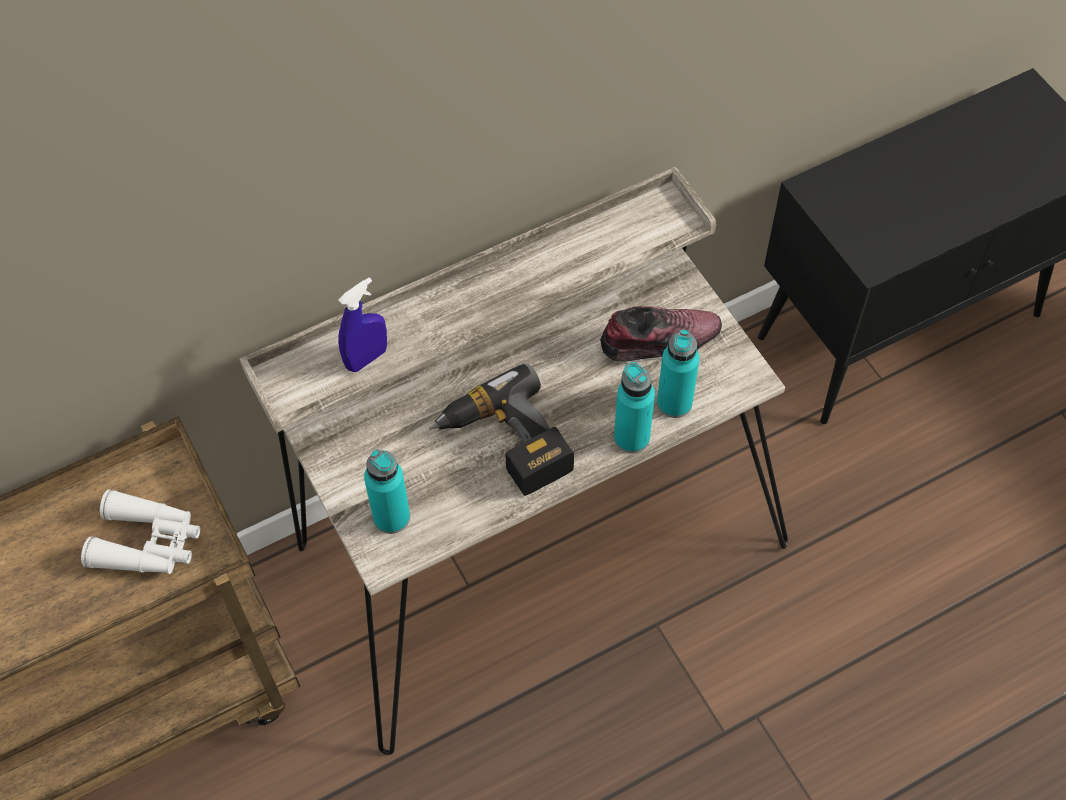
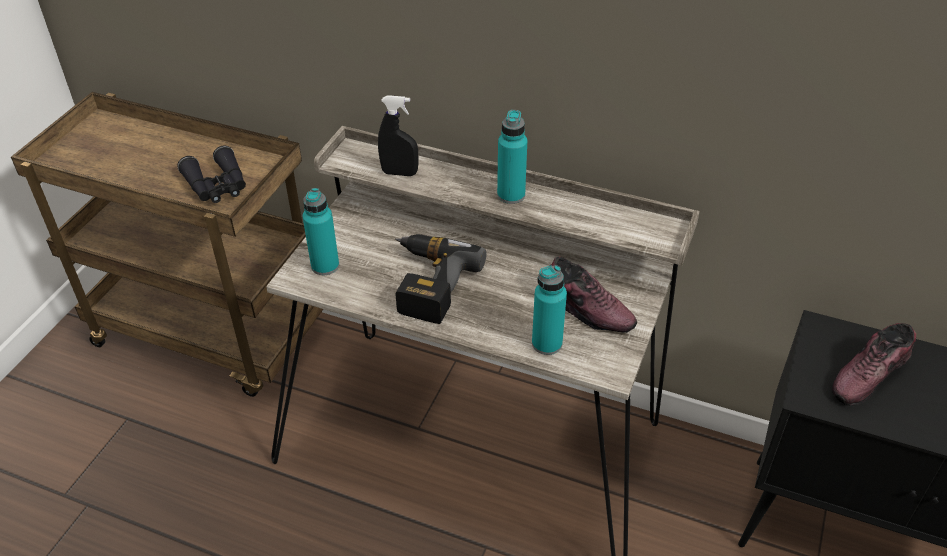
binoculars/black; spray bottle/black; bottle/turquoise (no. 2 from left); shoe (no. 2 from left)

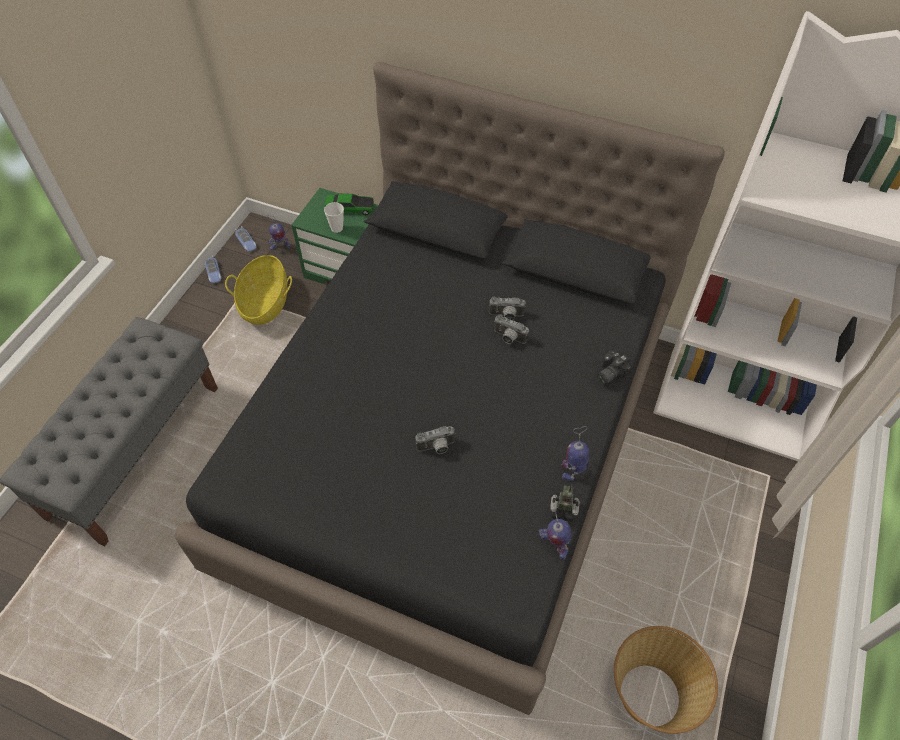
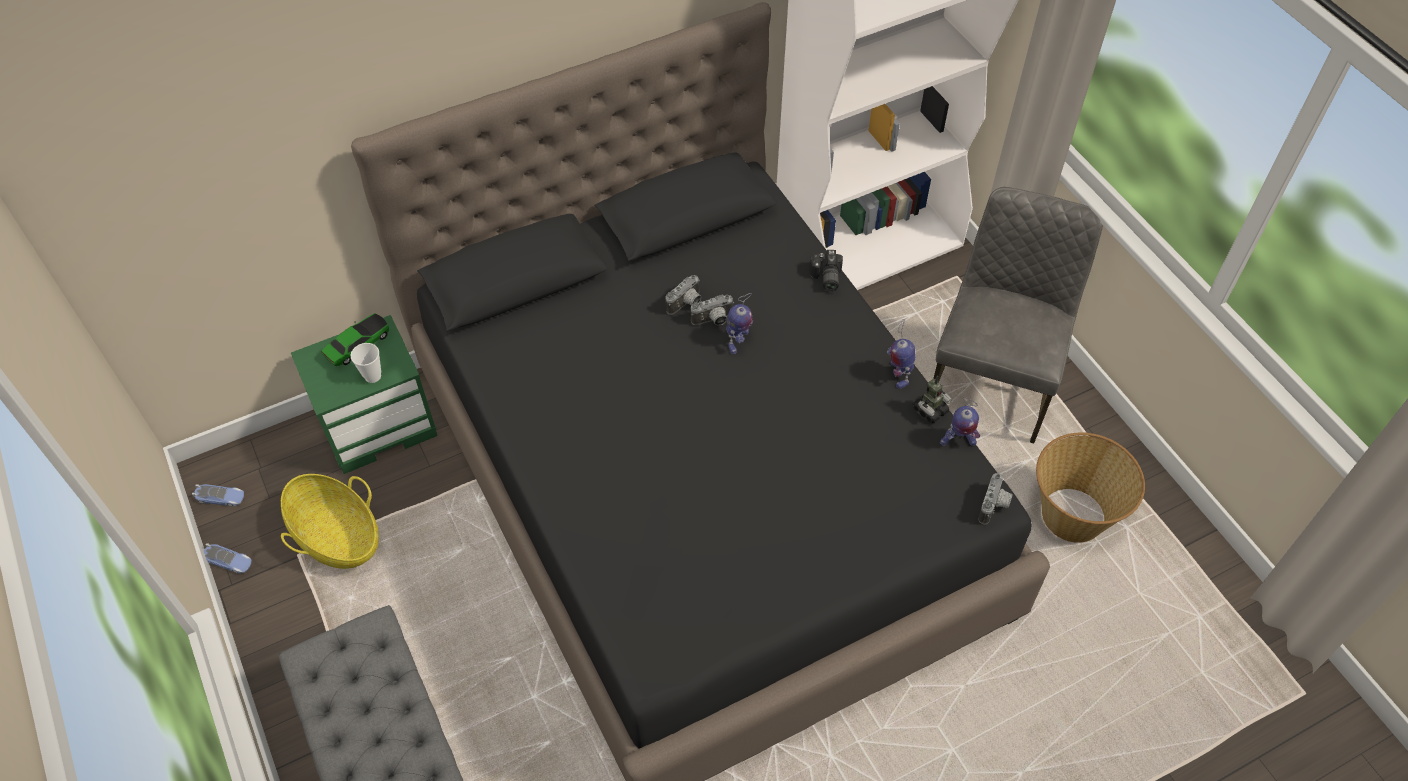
toy robot (no. 1 from left); chair/grey; photo camera (no. 4 from left)

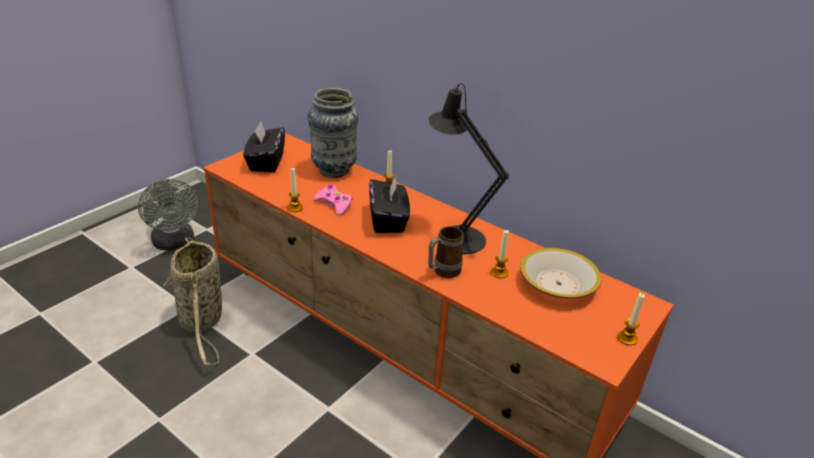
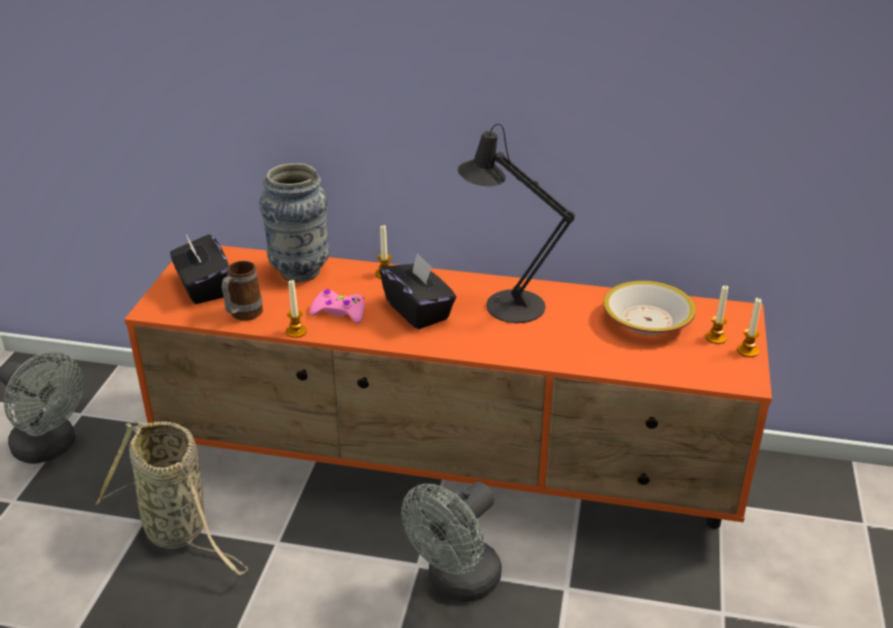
mug; fan/grey (no. 2 from left); candle (no. 3 from left)

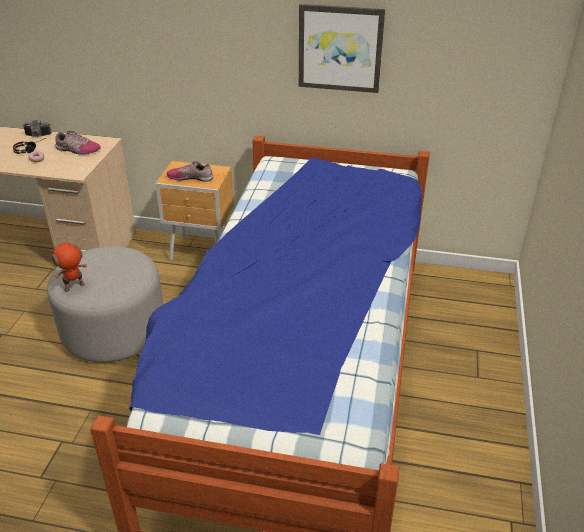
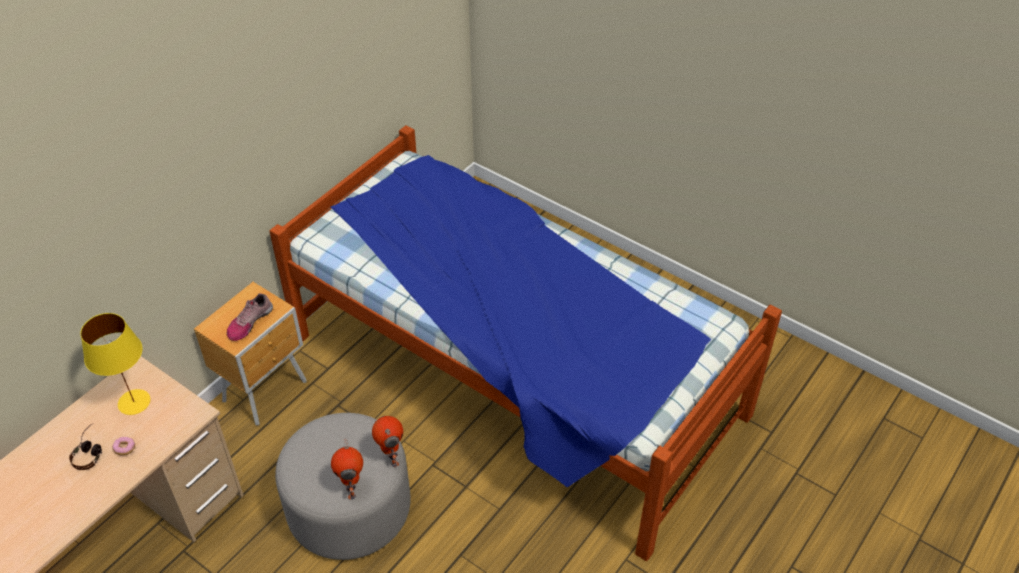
table lamp/yellow; toy robot (no. 2 from left); photo camera; picture

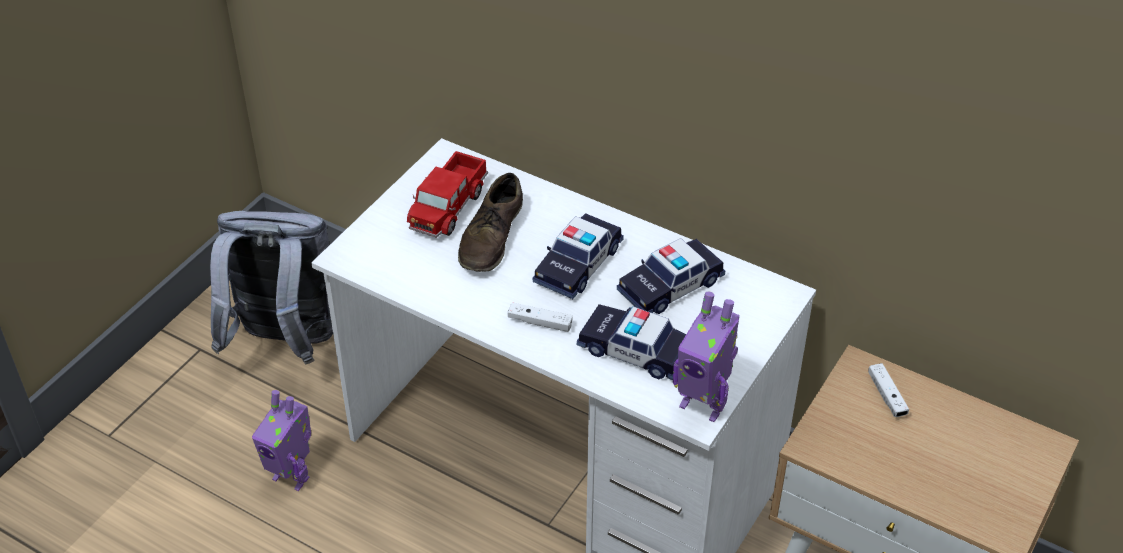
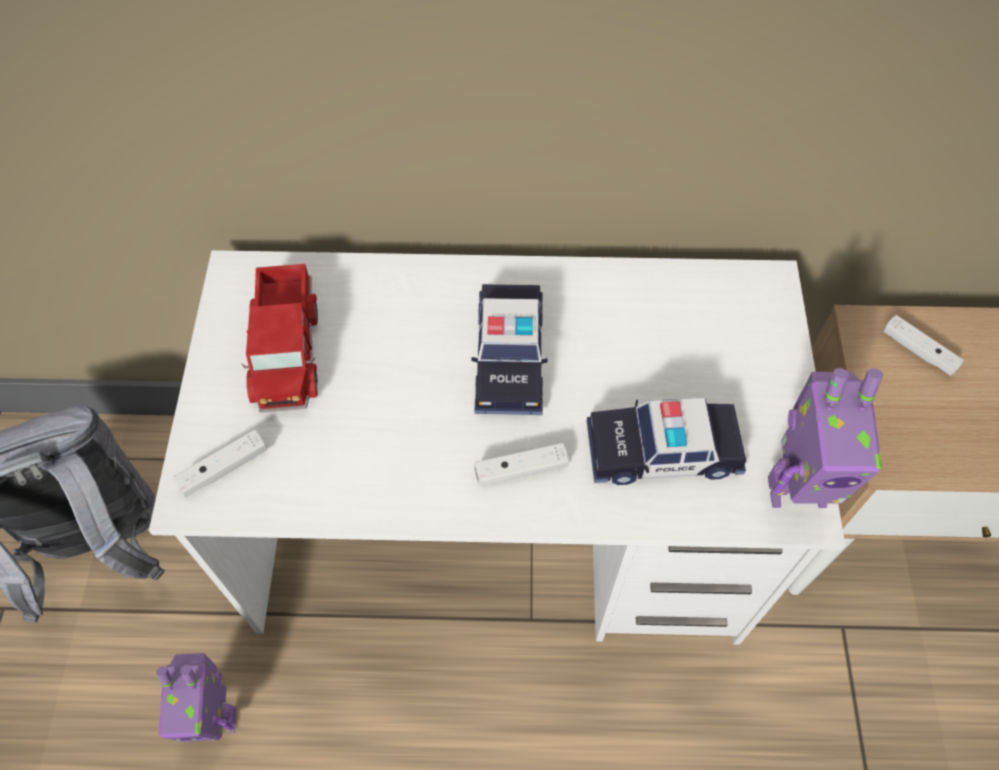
game controller/white (no. 1 from left); shoe/brown; toy car (no. 3 from left in the first image)

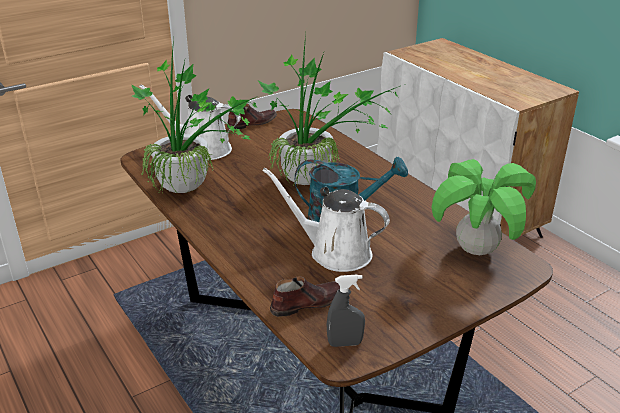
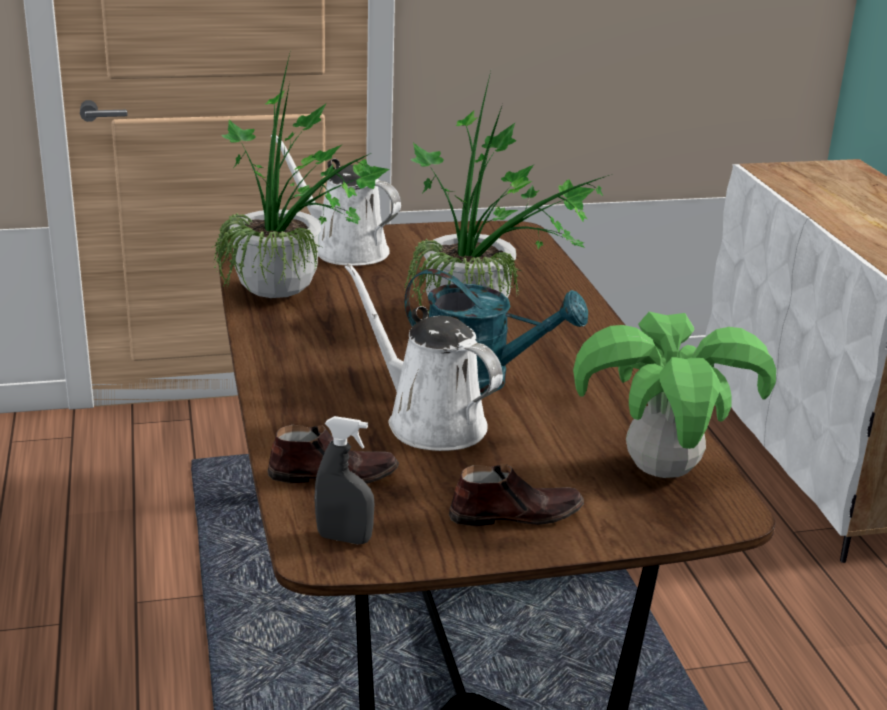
shoe/brown (no. 2 from left)

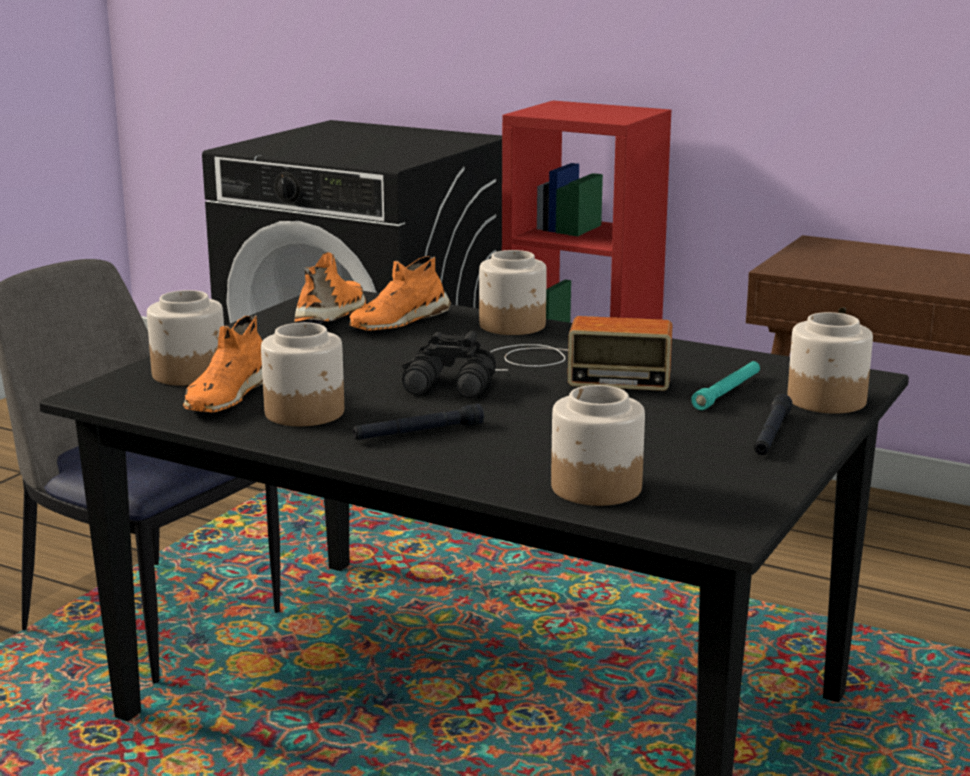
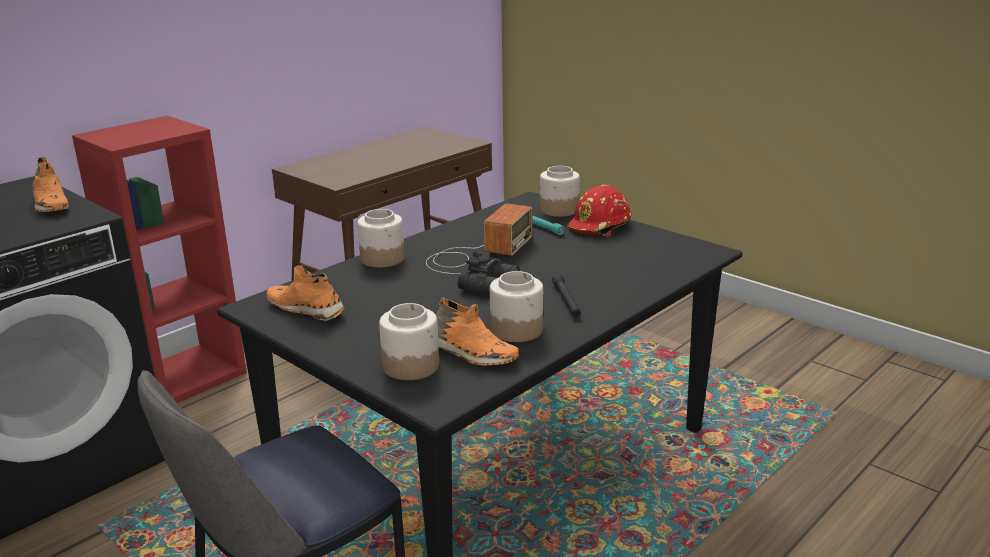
shoe/orange (no. 1 from left); hard hat/red; jar (no. 4 from left in the first image)

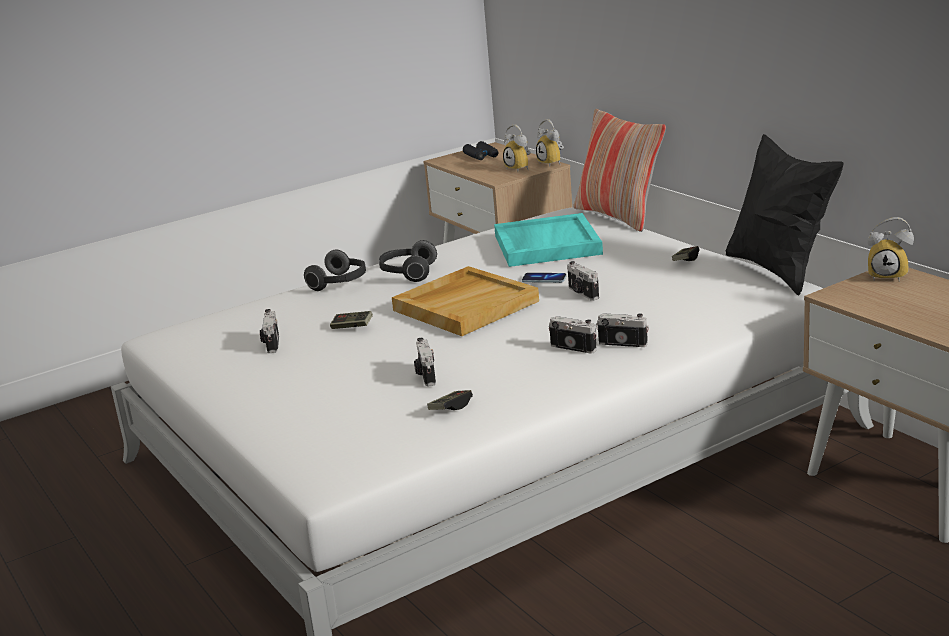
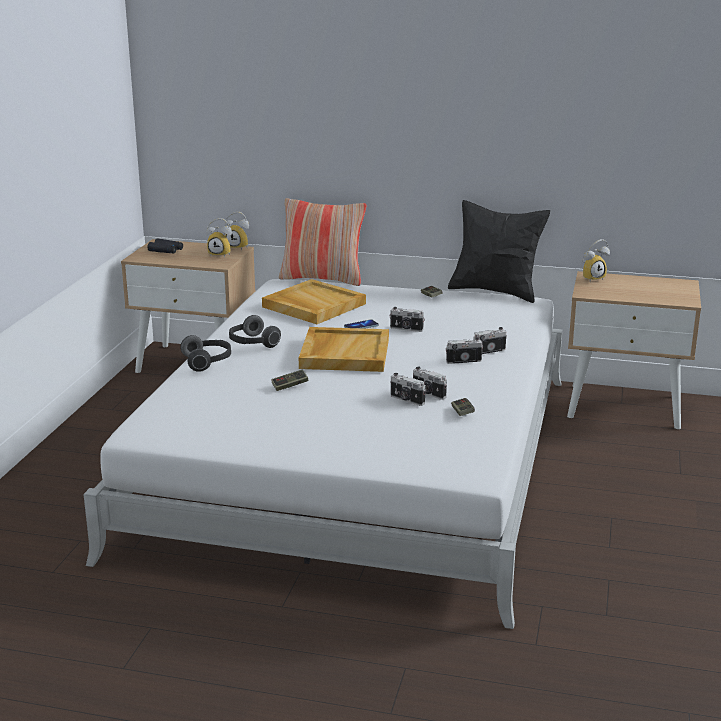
tray/beige (no. 1 from left); photo camera (no. 3 from left)

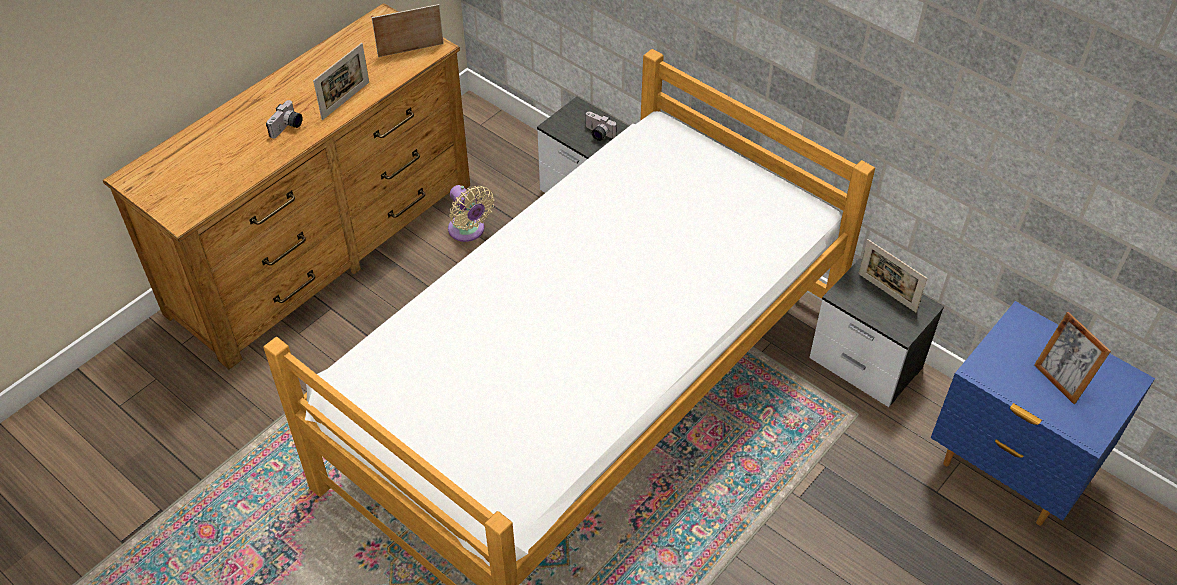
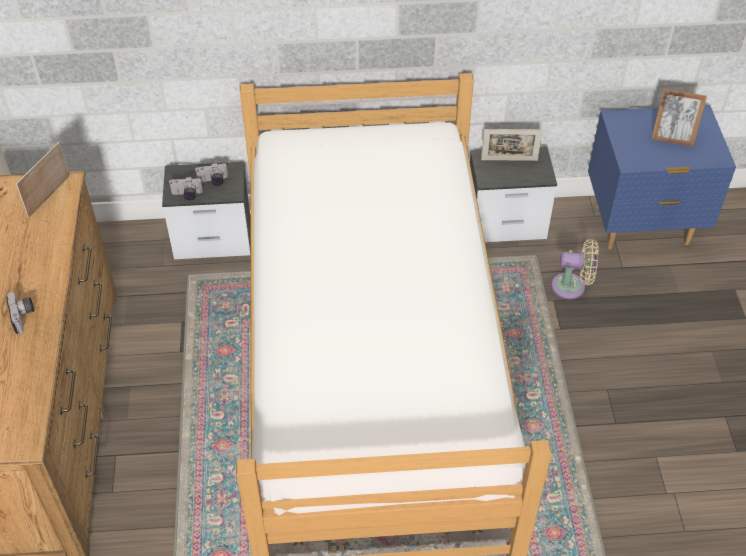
photo camera (no. 2 from left); fan/beige; picture frame (no. 1 from left in the first image)

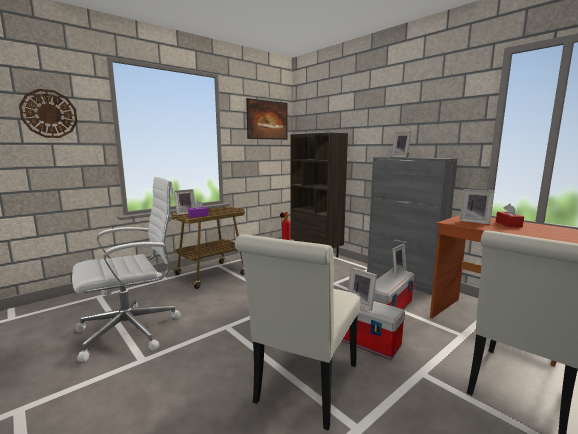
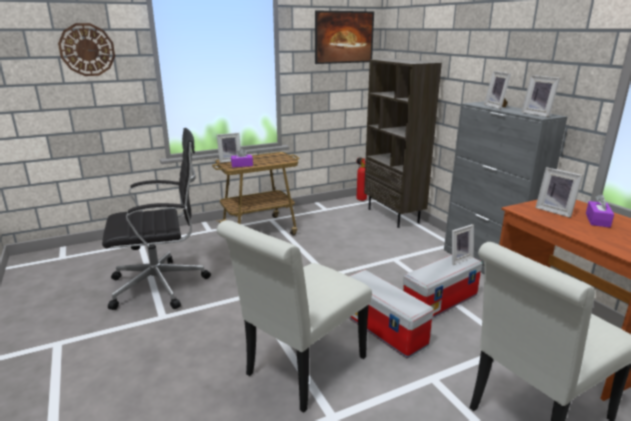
office chair/black; picture frame (no. 4 from left); tissue box/purple (no. 2 from left)

